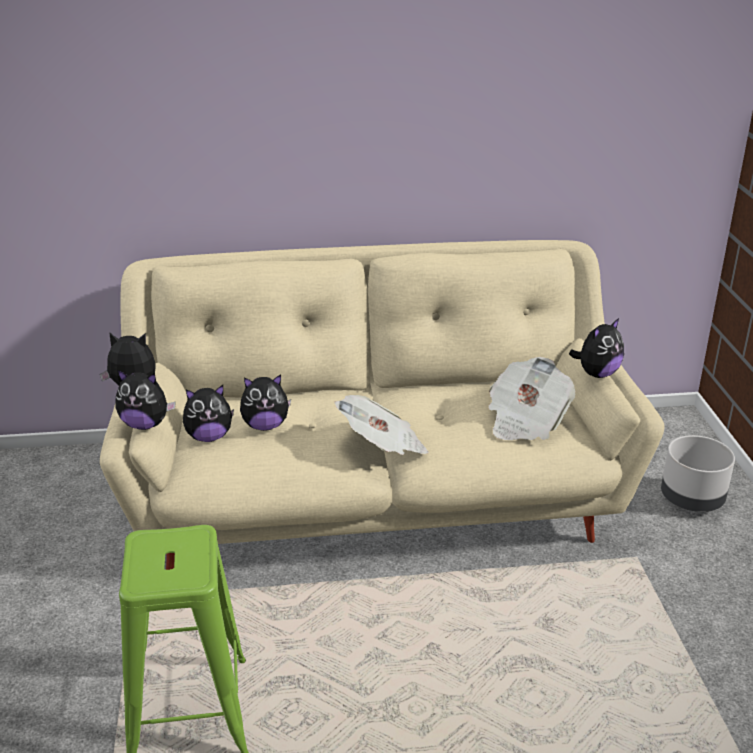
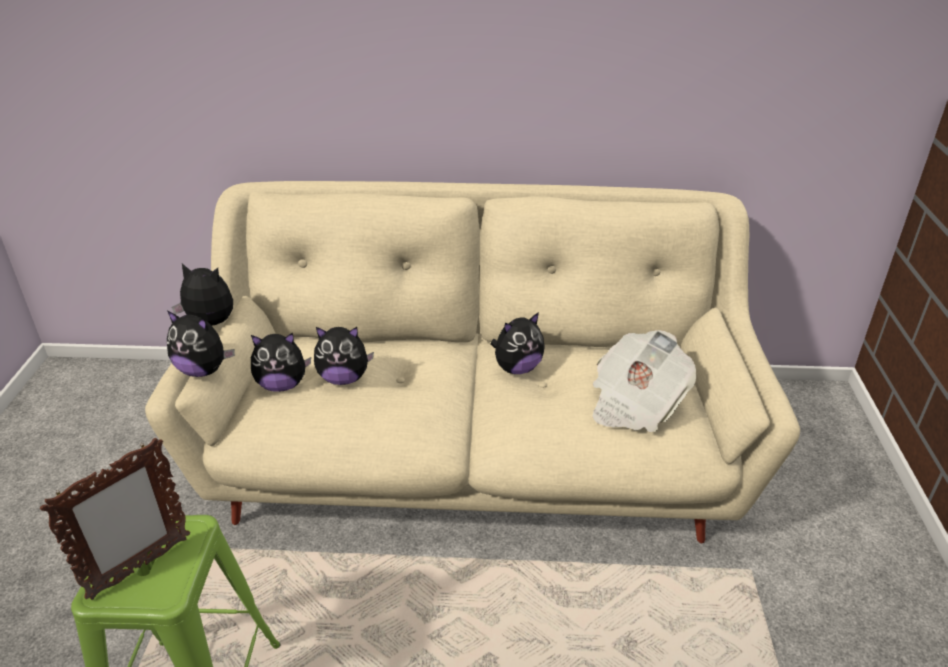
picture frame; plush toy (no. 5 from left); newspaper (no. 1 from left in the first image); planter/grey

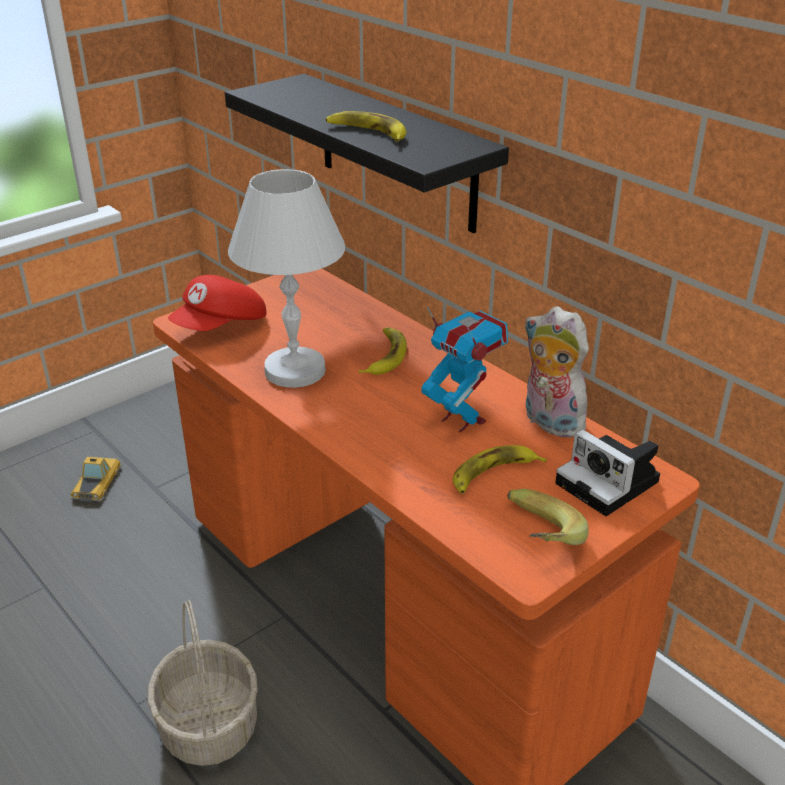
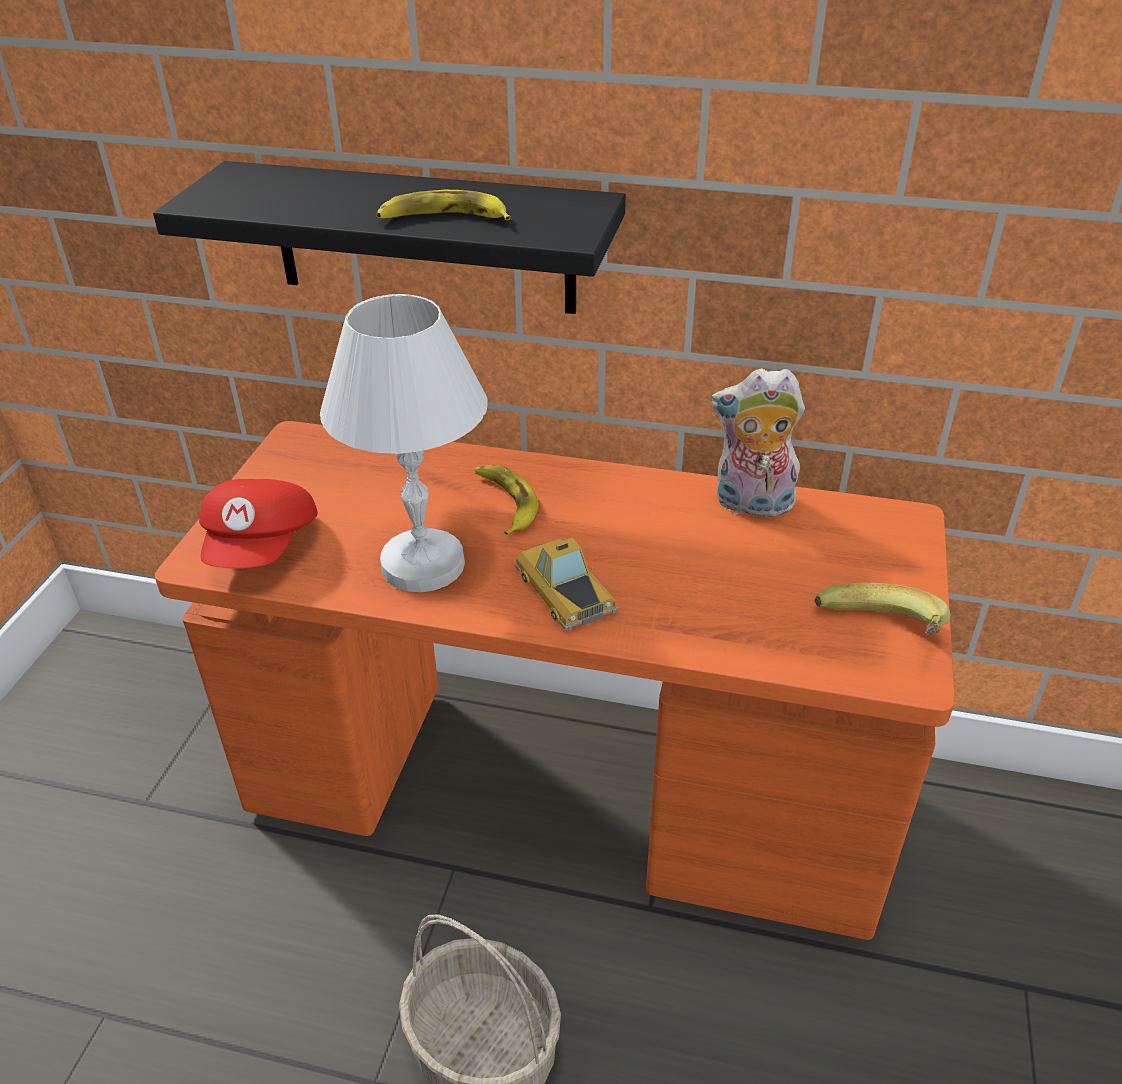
toy car; toy robot; banana (no. 3 from left in the first image); photo camera

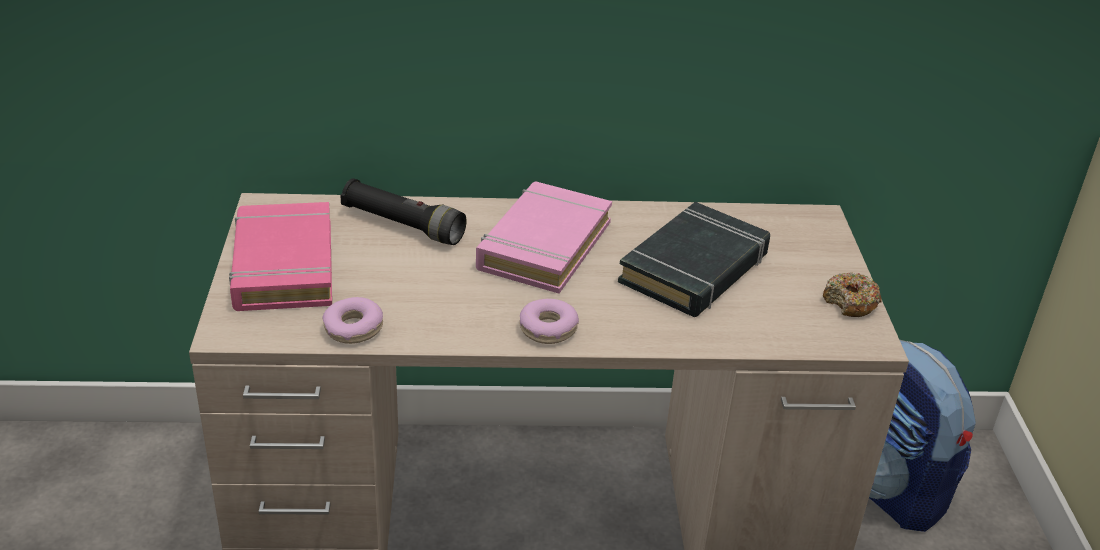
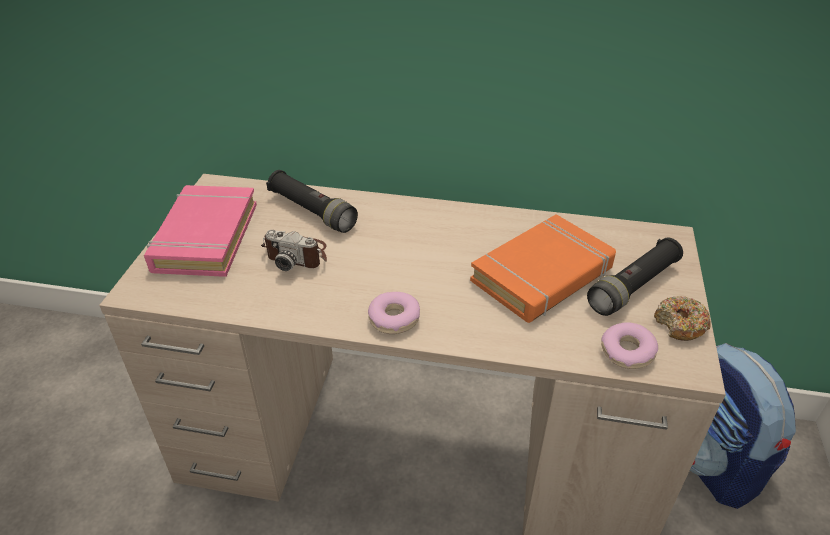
photo camera; book/orange; flashlight/black (no. 2 from left); donut (no. 2 from left); book/pink (no. 2 from left in the first image)

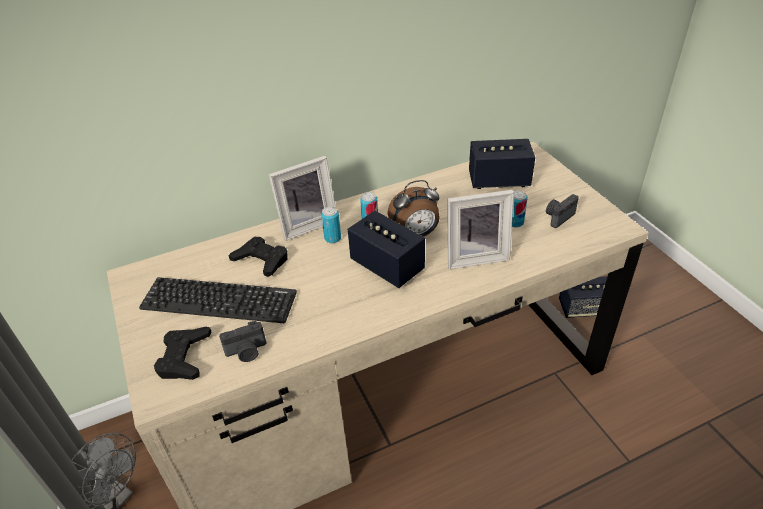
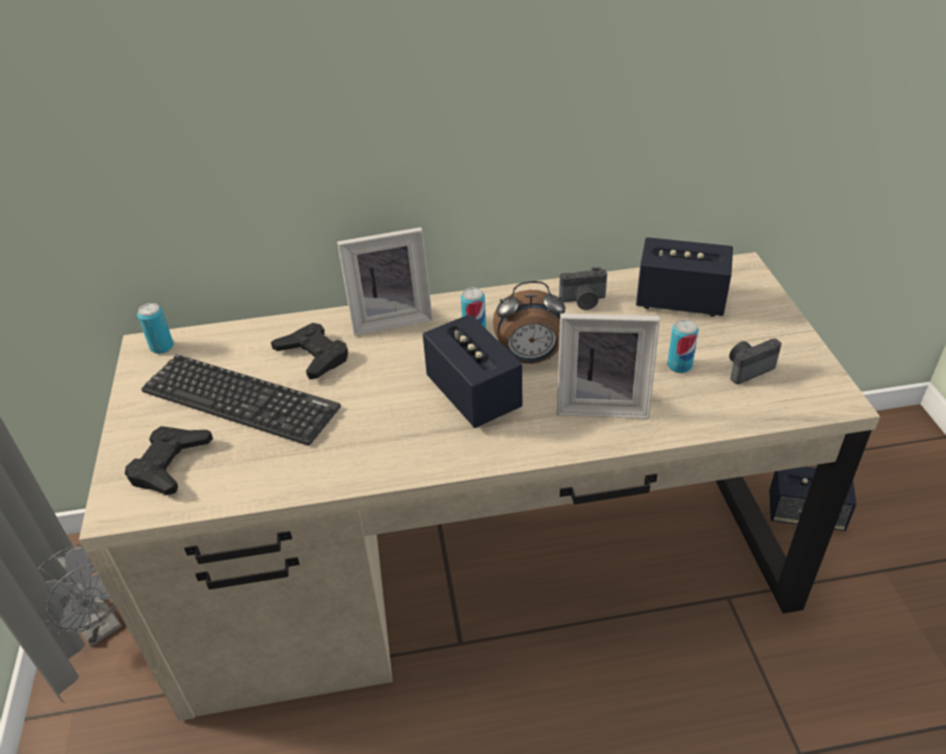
can (no. 1 from left); photo camera (no. 1 from left)

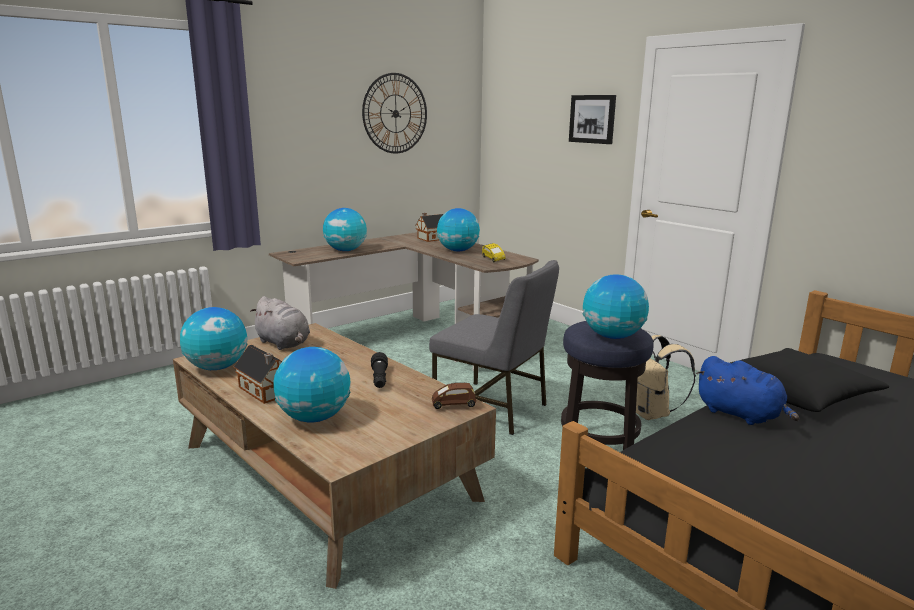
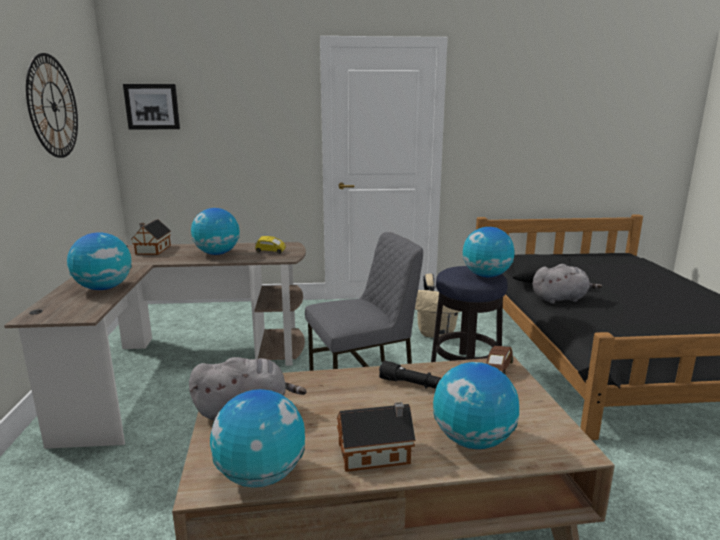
picture; plush toy/grey (no. 2 from left)

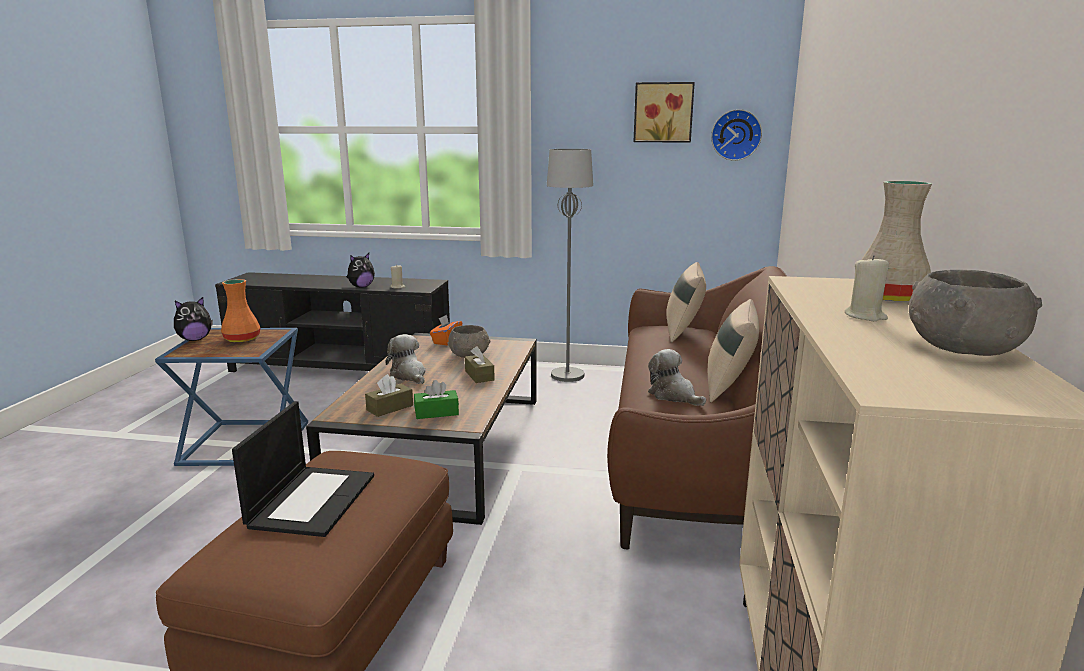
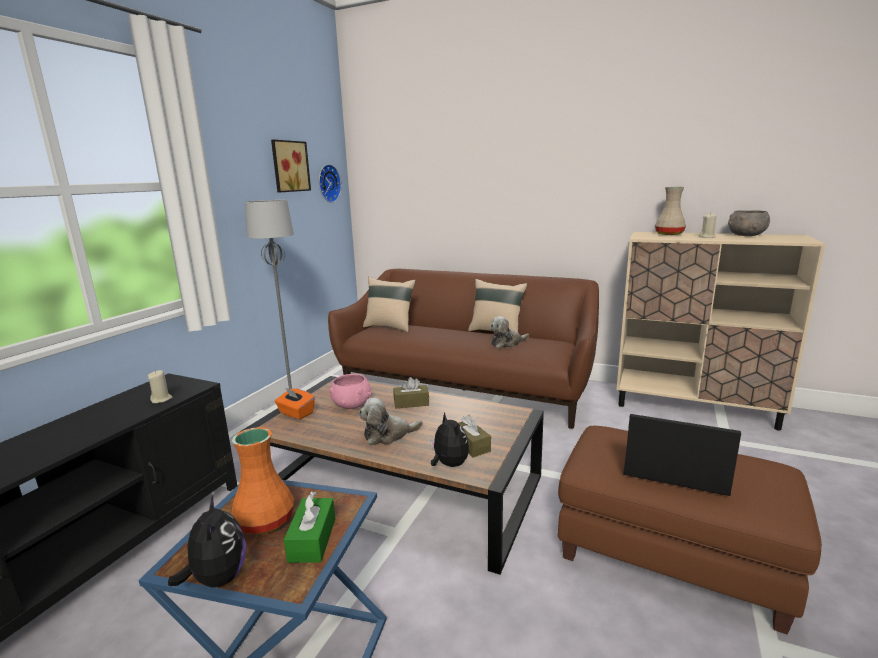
tissue box/green; bowl/pink; plush toy (no. 3 from left)

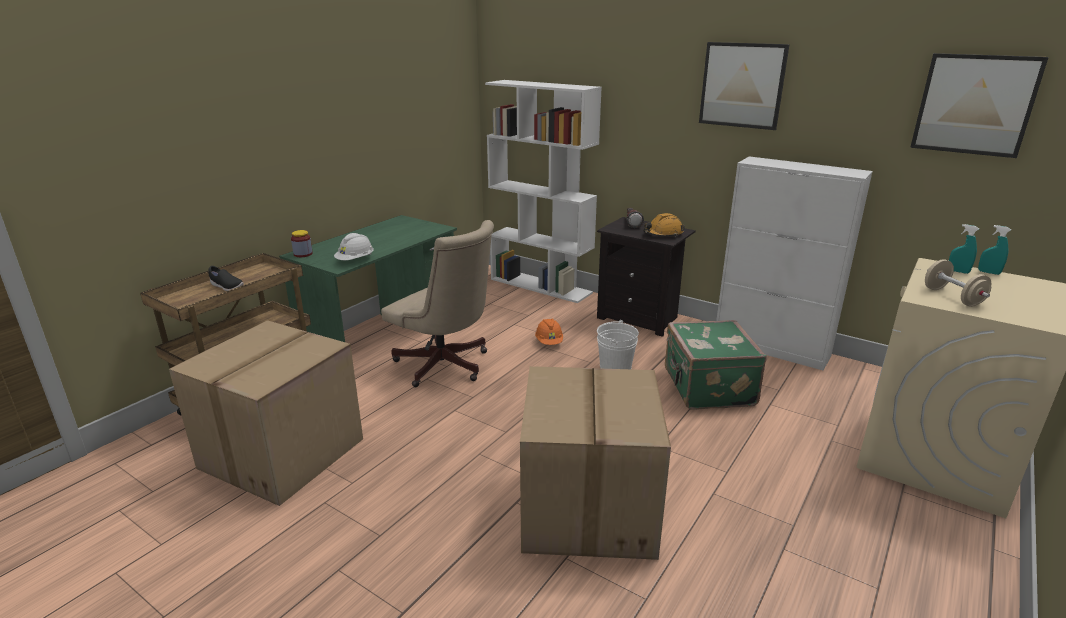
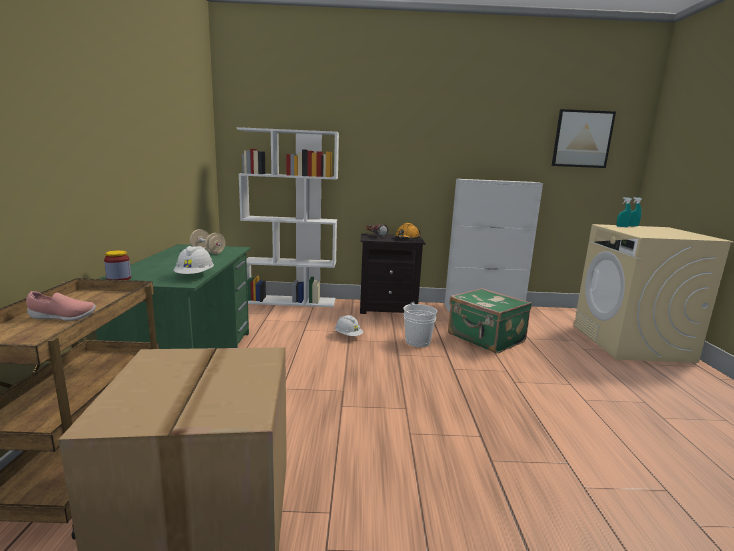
shoe/pink; dumbbell/beige; hard hat/white (no. 2 from left); office chair/beige; cardboard box (no. 2 from left in the first image); picture (no. 1 from left in the first image)

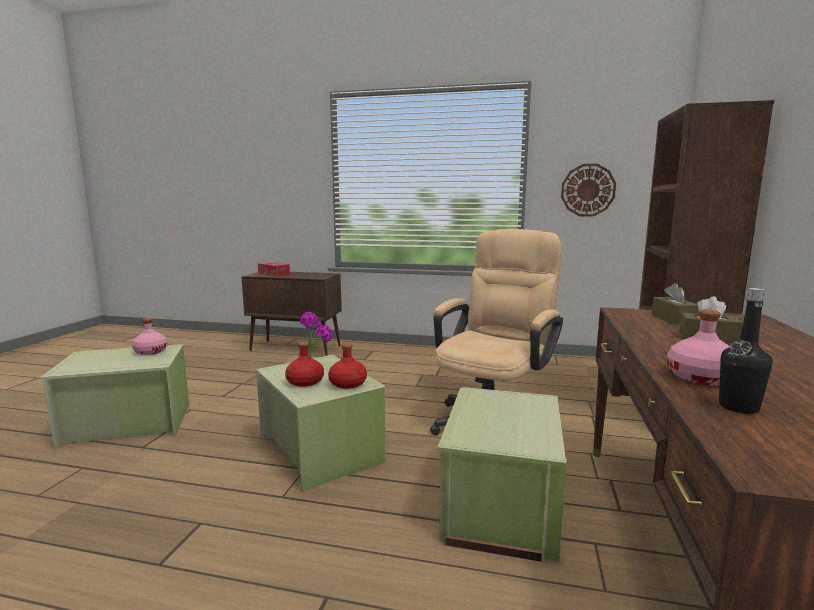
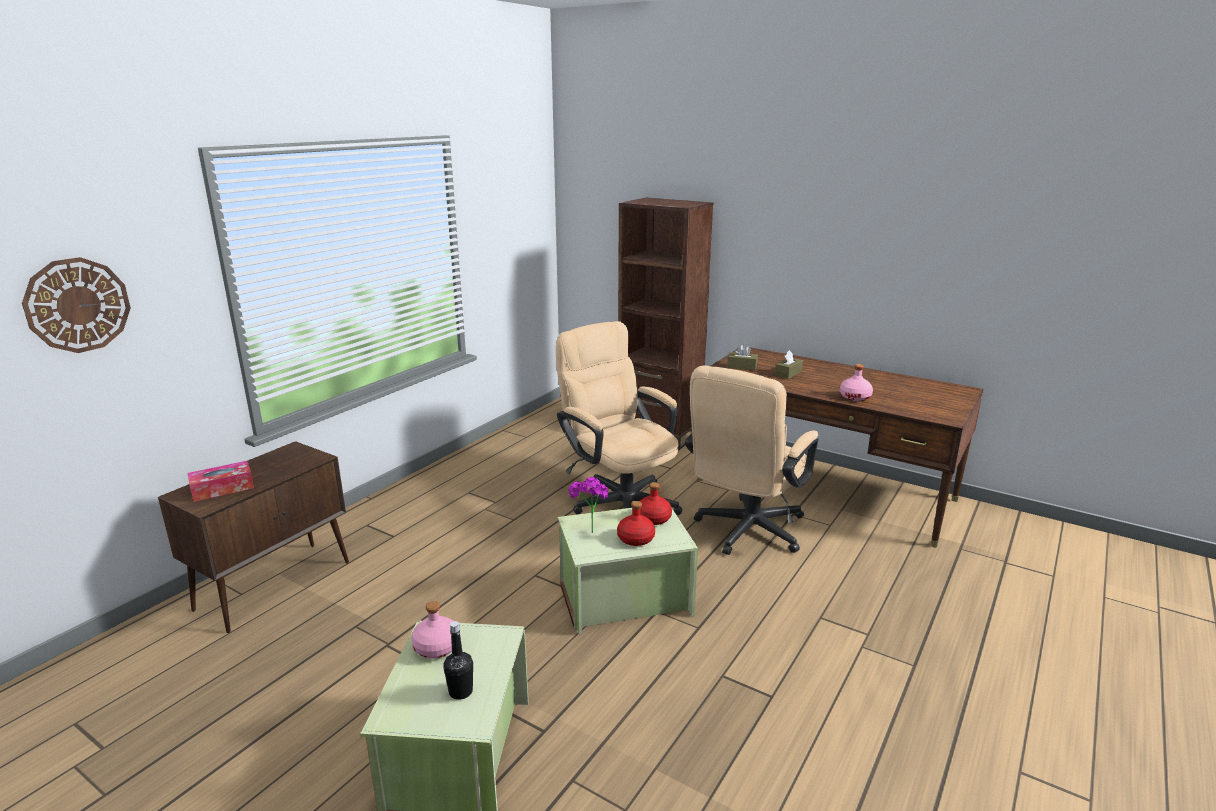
wall clock; bottle/black; office chair/beige (no. 2 from left)

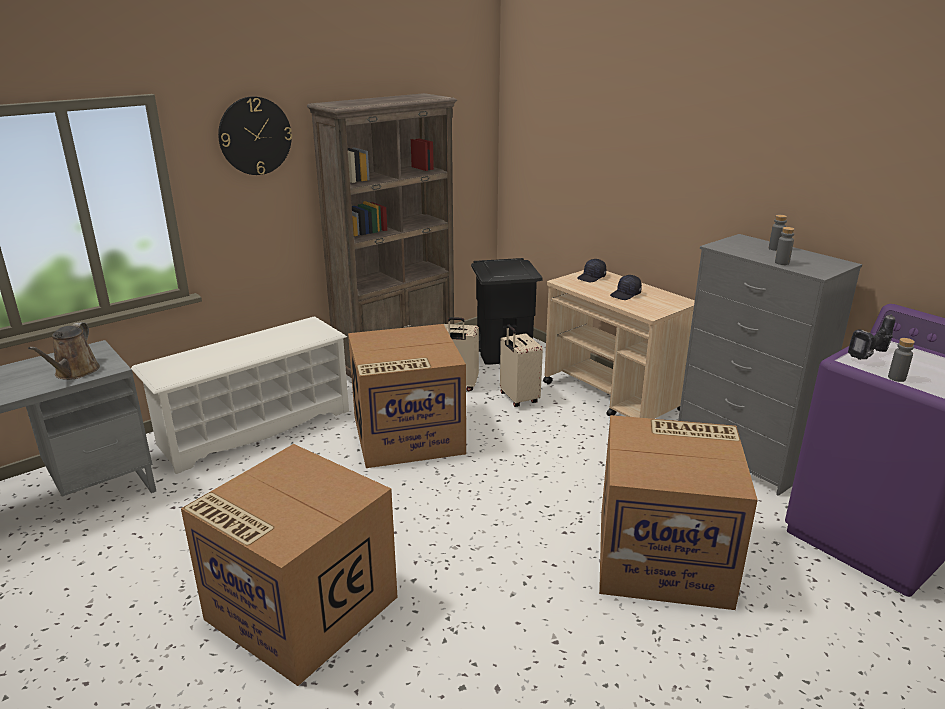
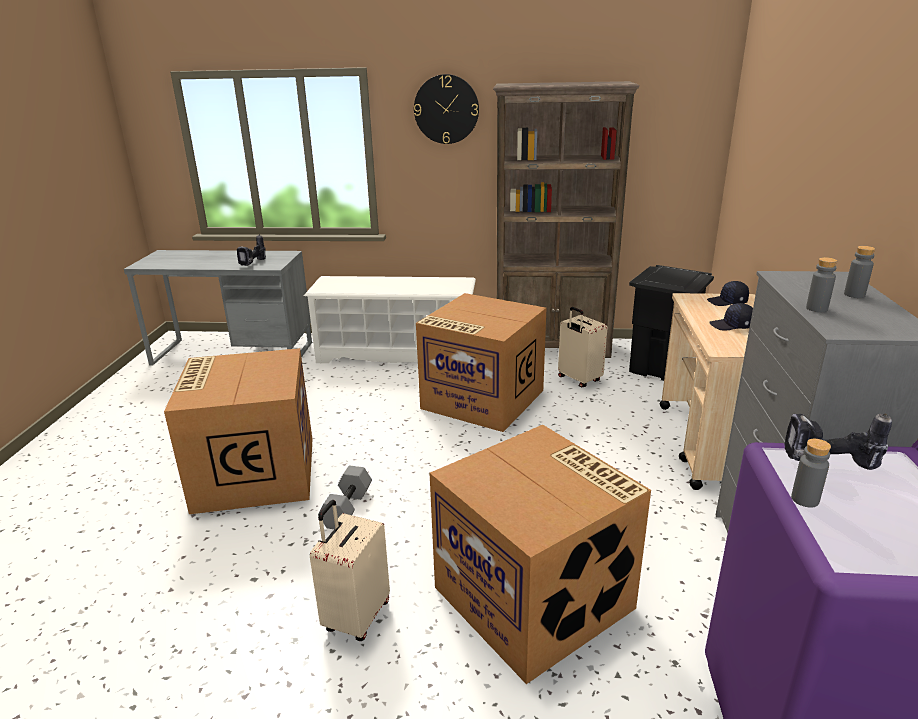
power drill (no. 1 from left); suitcase/beige (no. 1 from left); dumbbell/grey

